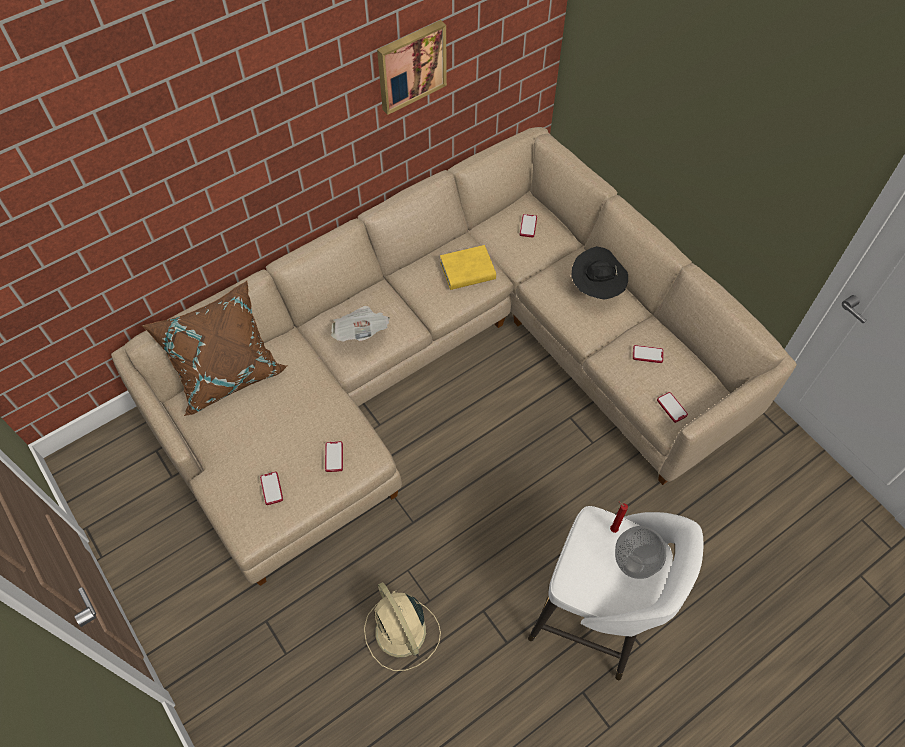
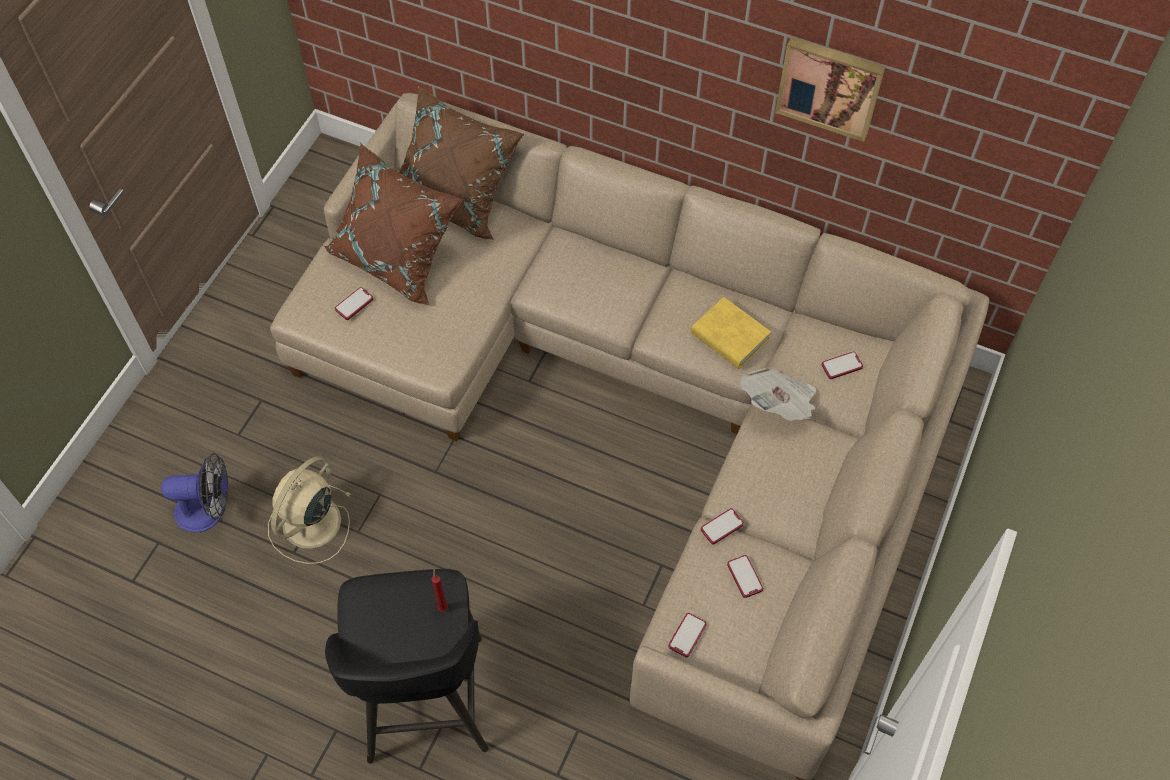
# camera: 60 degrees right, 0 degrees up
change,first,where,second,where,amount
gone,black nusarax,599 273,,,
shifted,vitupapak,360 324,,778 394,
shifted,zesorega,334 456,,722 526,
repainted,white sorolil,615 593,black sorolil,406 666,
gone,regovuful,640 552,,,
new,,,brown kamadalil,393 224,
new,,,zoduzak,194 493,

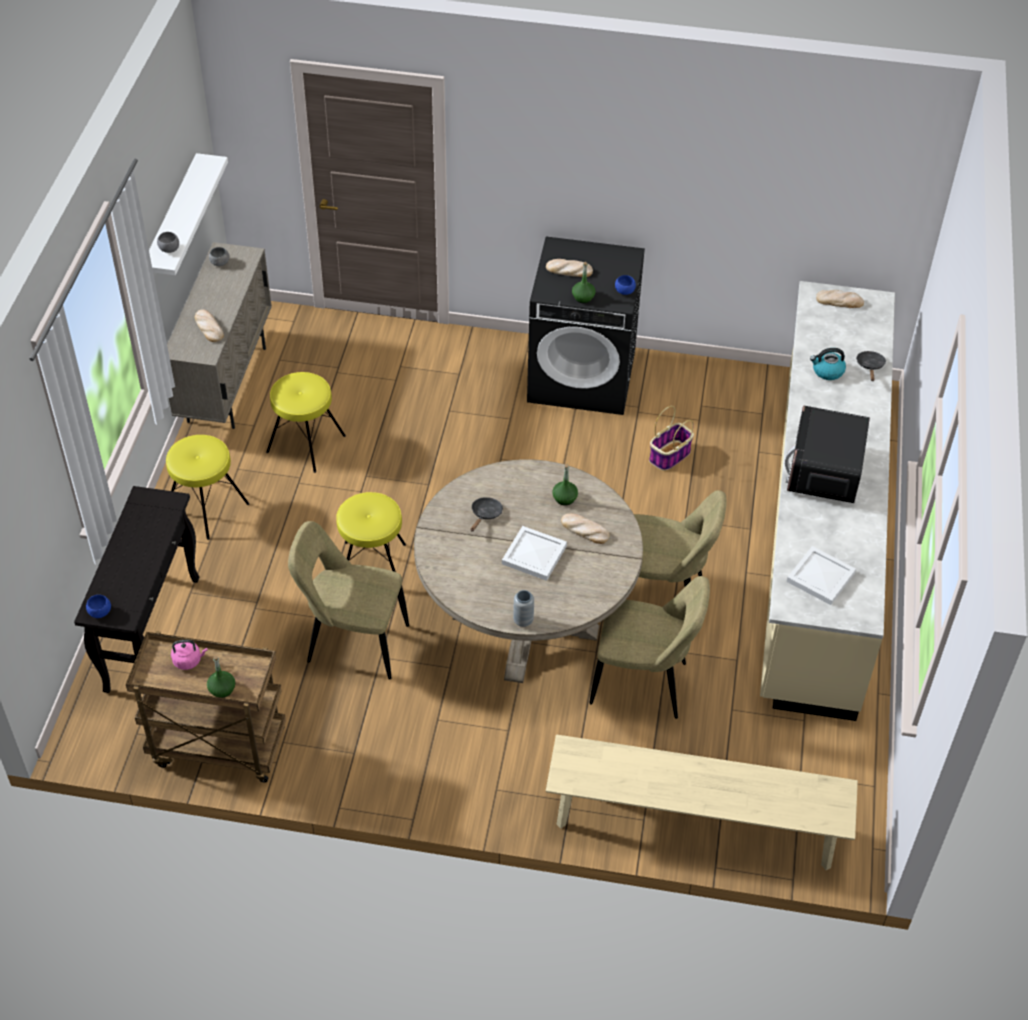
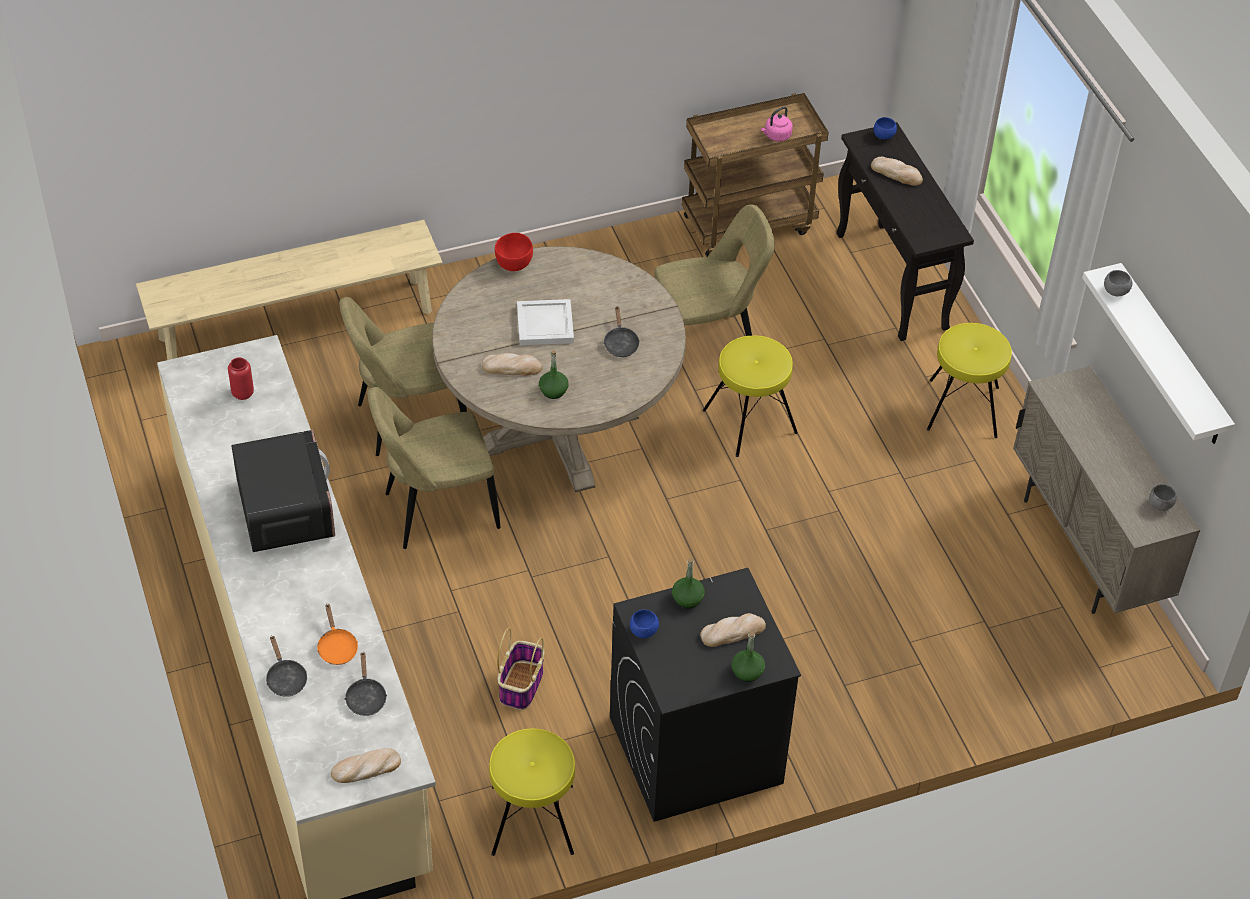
# camera: 150 degrees right, 0 degrees up
change,first,where,second,where,amount
shifted,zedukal,209 325,,897 171,
swapped,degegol,828 364,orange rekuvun,337 634,
shifted,yellow sorolil,306 422,,532 792,
swapped,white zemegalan,821 575,red regovuful,241 378,
swapped,grey regovuful,523 608,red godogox,514 252,
shifted,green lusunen,221 677,,748 657,
new,,,black rekuvun,366 683,

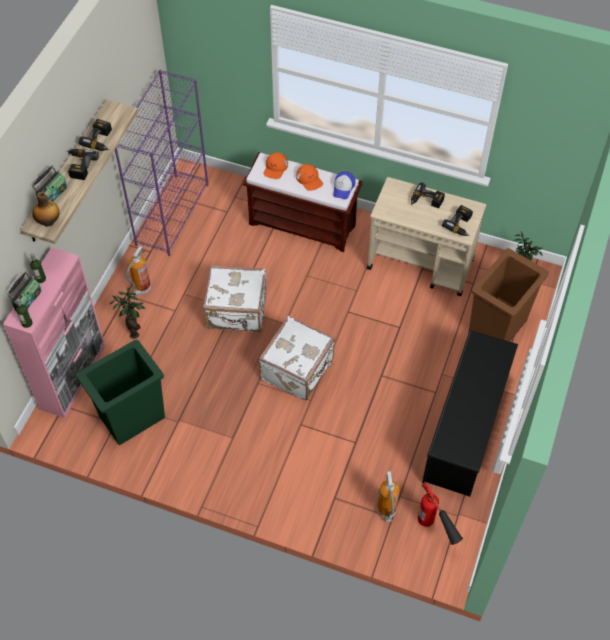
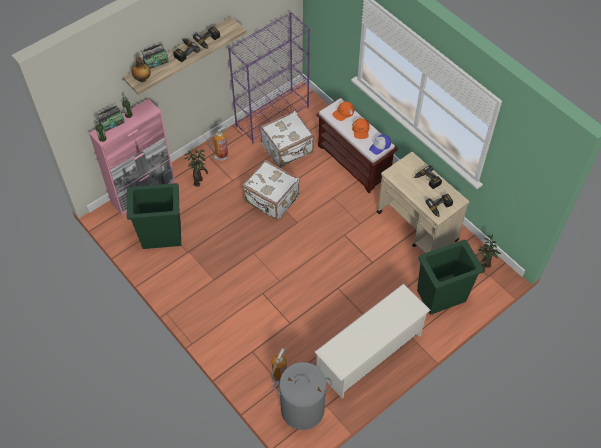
# camera: 30 degrees right, 0 degrees up
change,first,where,second,where,amount
repainted,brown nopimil,508 295,green nopimil,450 277,
shifted,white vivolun,297 358,,287 139,
repainted,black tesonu,470 413,white tesonu,372 341,
swapped,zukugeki,440 513,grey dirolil,303 396,

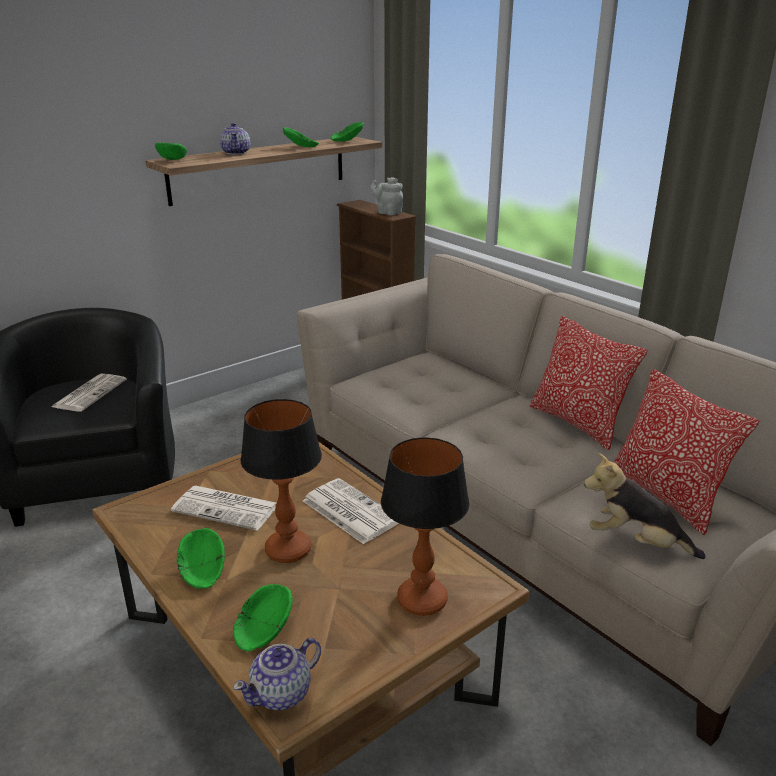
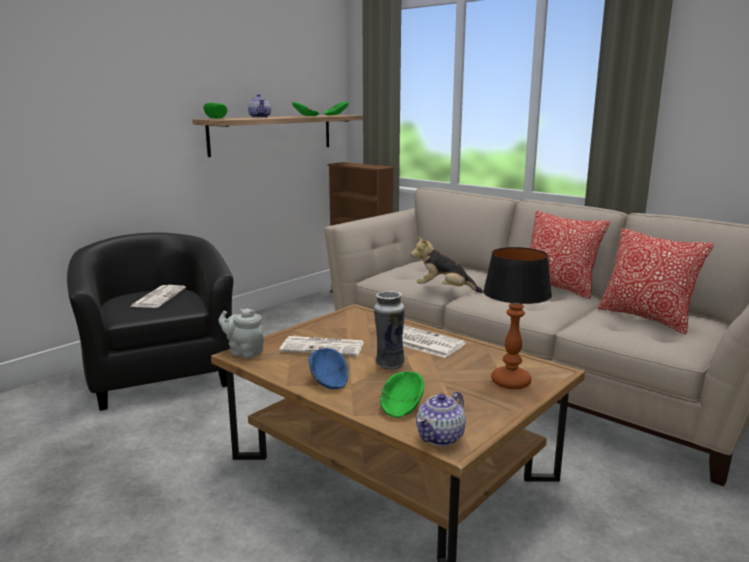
# camera: 10 degrees left, 10 degrees down
change,first,where,second,where,amount
shifted,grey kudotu,386 196,,241 333,
swapped,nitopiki,281 481,regovuful,389 330,
shifted,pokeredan,645 506,,447 264,
repainted,green godogox,201 558,blue godogox,328 368,

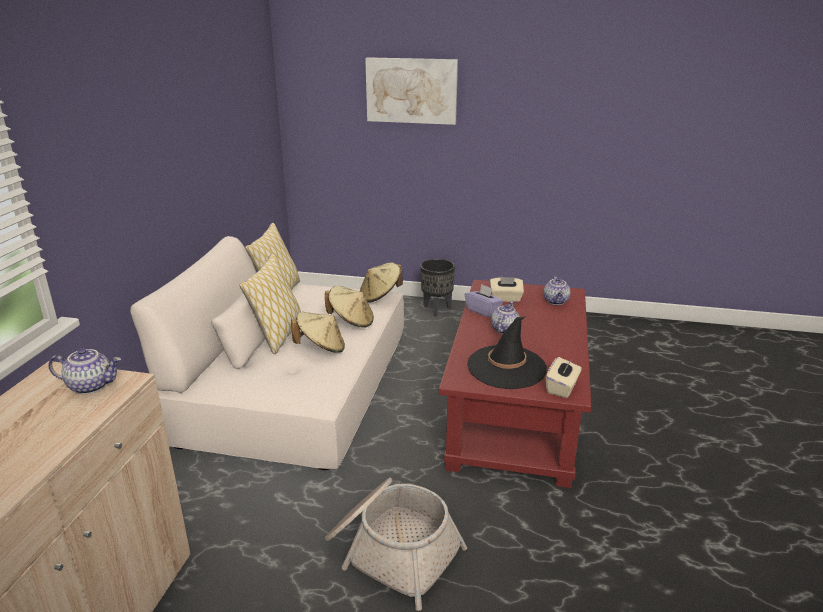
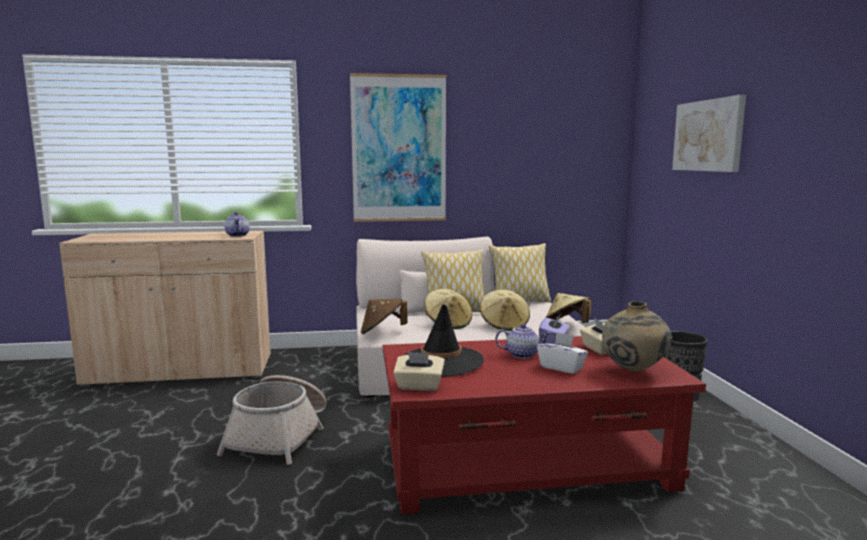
# camera: 70 degrees right, 15 degrees down
change,first,where,second,where,amount
swapped,kudotu,557 290,beige regovuful,637 336,
new,,,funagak,398 147,
new,,,brown nusarax,384 316,
new,,,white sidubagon,562 353,

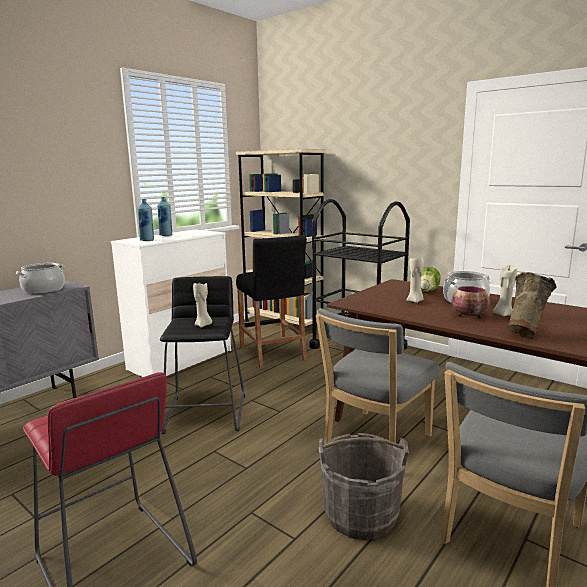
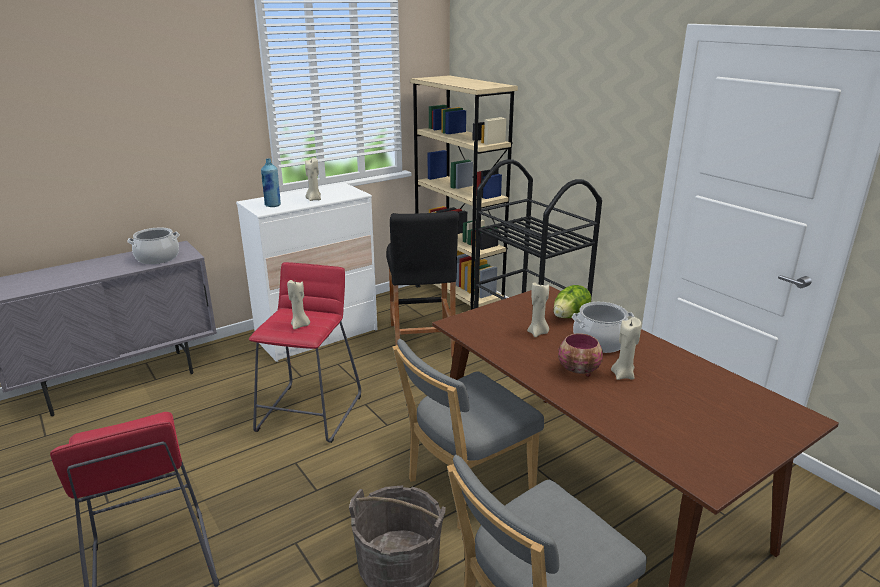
# camera: 15 degrees right, 10 degrees up
change,first,where,second,where,amount
gone,blue lusunen,164 216,,,
gone,beige regovuful,532 304,,,
repainted,black sorolil,202 355,red sorolil,305 352,
new,,,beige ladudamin,313 179,

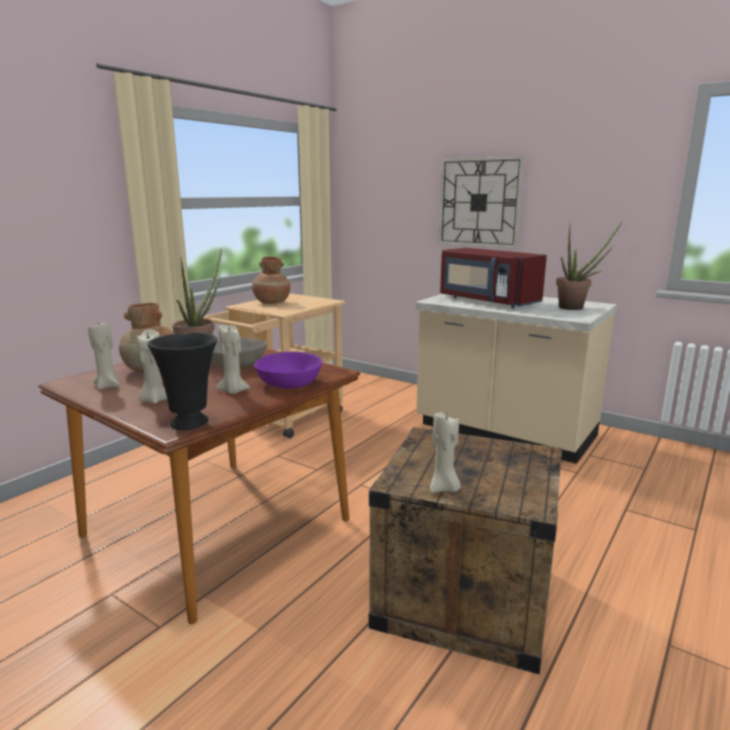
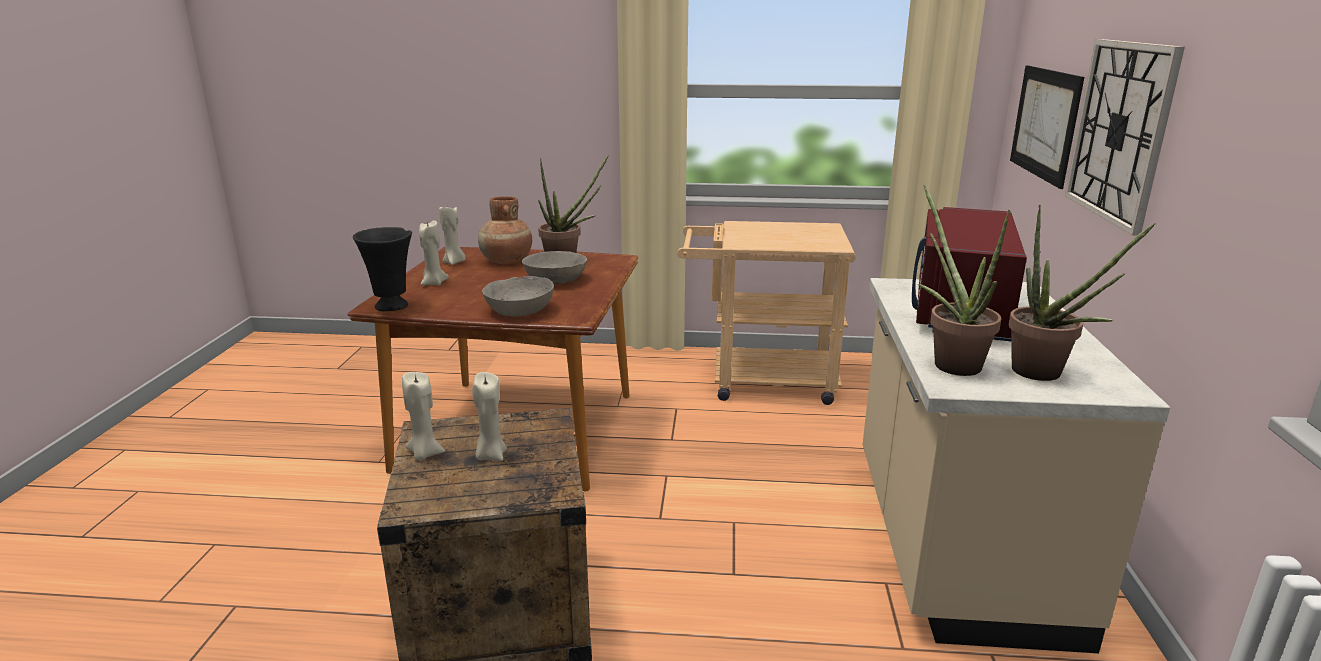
# camera: 60 degrees right, 5 degrees up
change,first,where,second,where,amount
gone,brown regovuful,271 280,,,
shifted,beige ladudamin,233 359,,489 416,
repainted,purple godogox,288 370,grey godogox,518 296,
new,,,funagak,1047 127,
new,,,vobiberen,964 280,

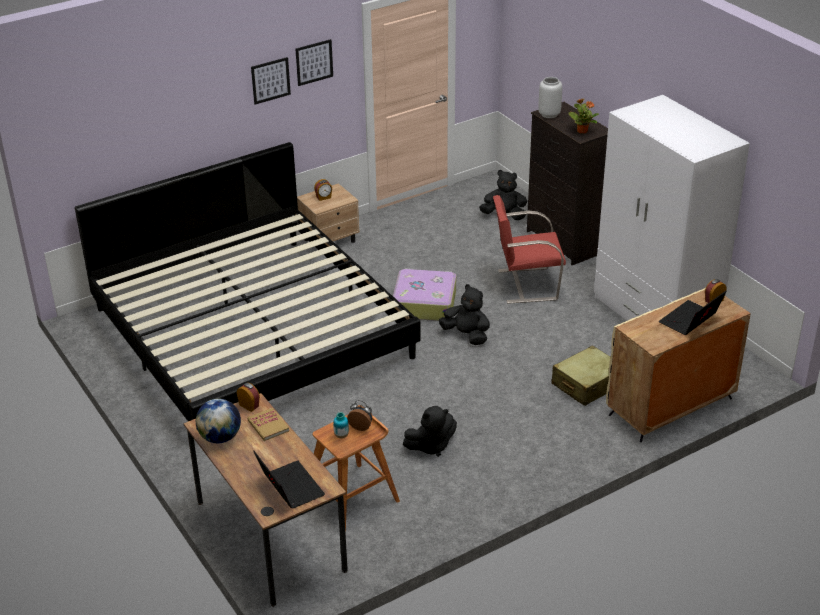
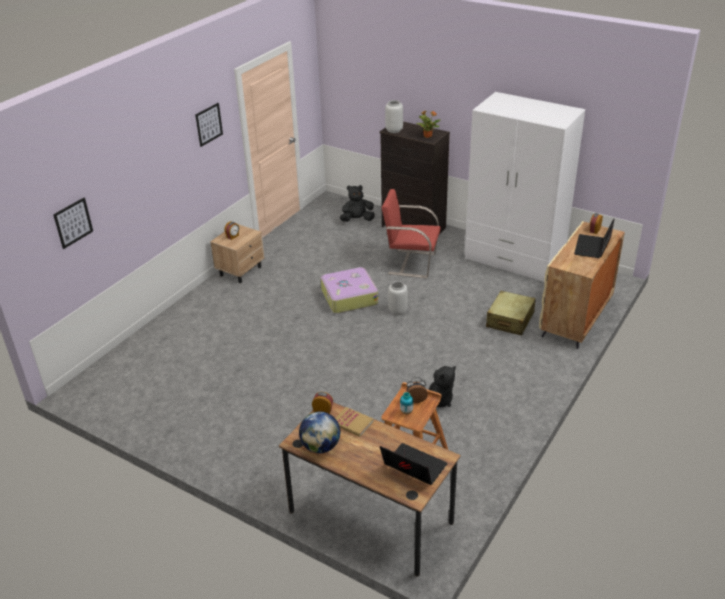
# camera: 25 degrees left, 0 degrees up
change,first,where,second,where,amount
shifted,funagak,271 80,,73 223,
gone,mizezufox,248 281,,,
rotated,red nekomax,529 249,,411 233,45 degrees clockwise
swapped,black pokeredan,464 314,grey regovuful,398 298,

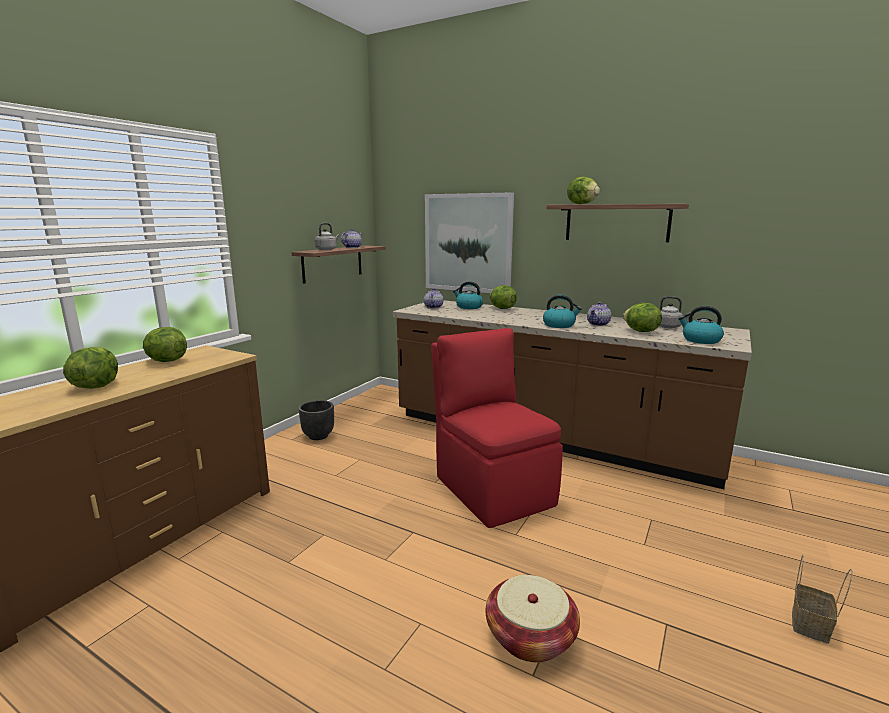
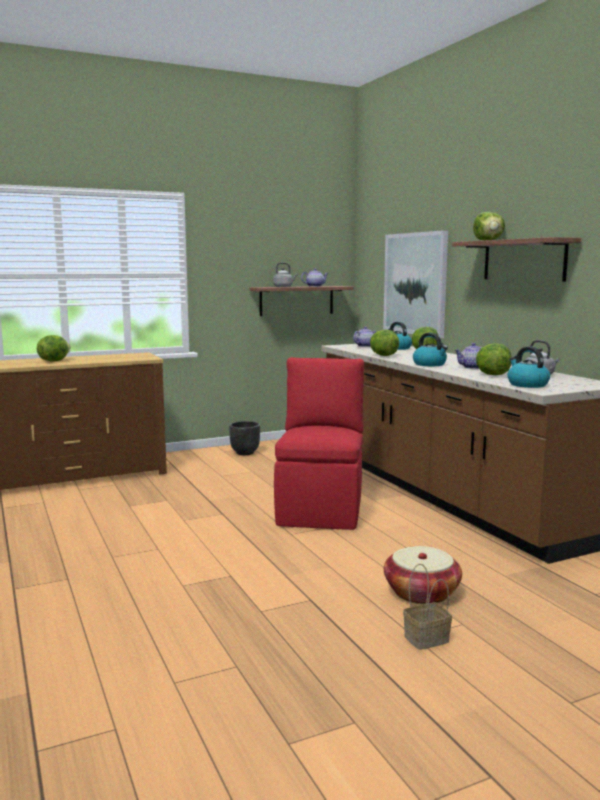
# camera: 35 degrees right, 5 degrees down
change,first,where,second,where,amount
shifted,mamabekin,165 344,,384 343,
shifted,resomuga,533 618,,423 575,

